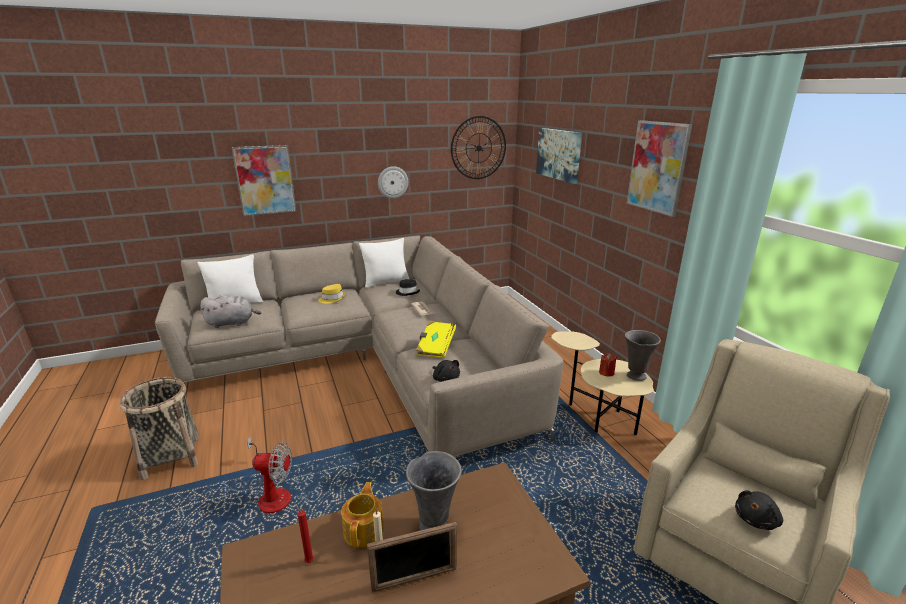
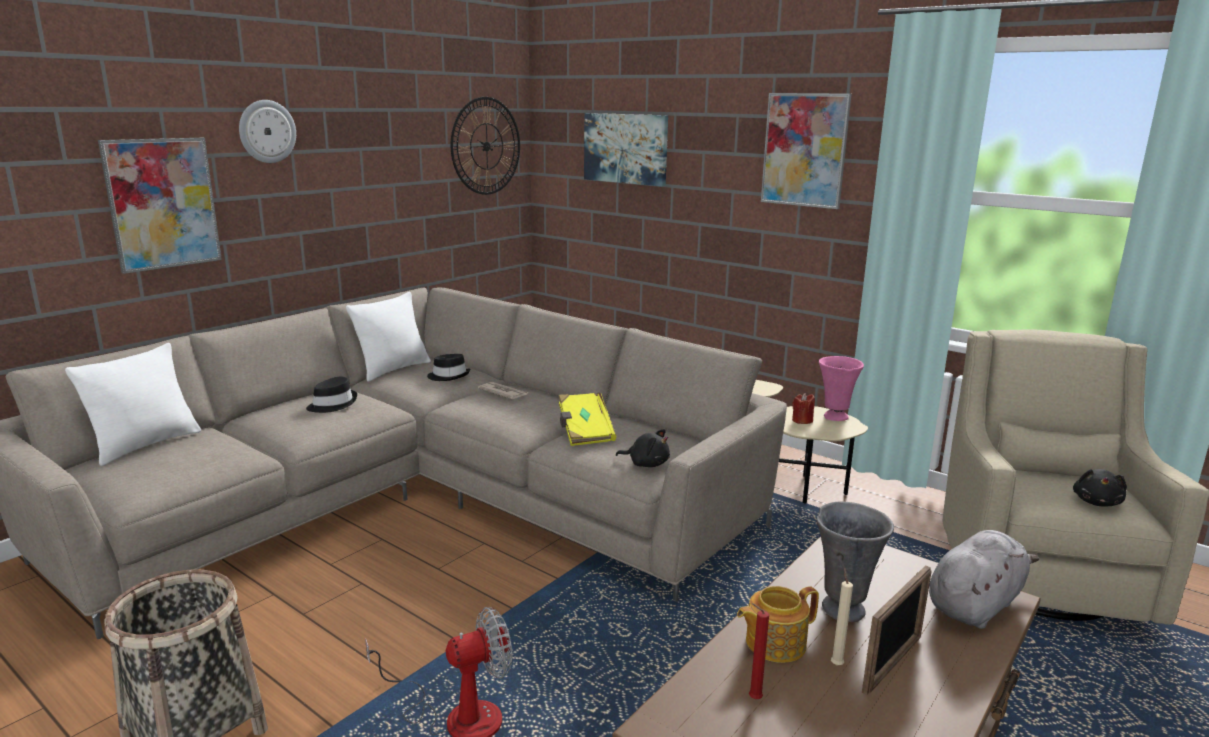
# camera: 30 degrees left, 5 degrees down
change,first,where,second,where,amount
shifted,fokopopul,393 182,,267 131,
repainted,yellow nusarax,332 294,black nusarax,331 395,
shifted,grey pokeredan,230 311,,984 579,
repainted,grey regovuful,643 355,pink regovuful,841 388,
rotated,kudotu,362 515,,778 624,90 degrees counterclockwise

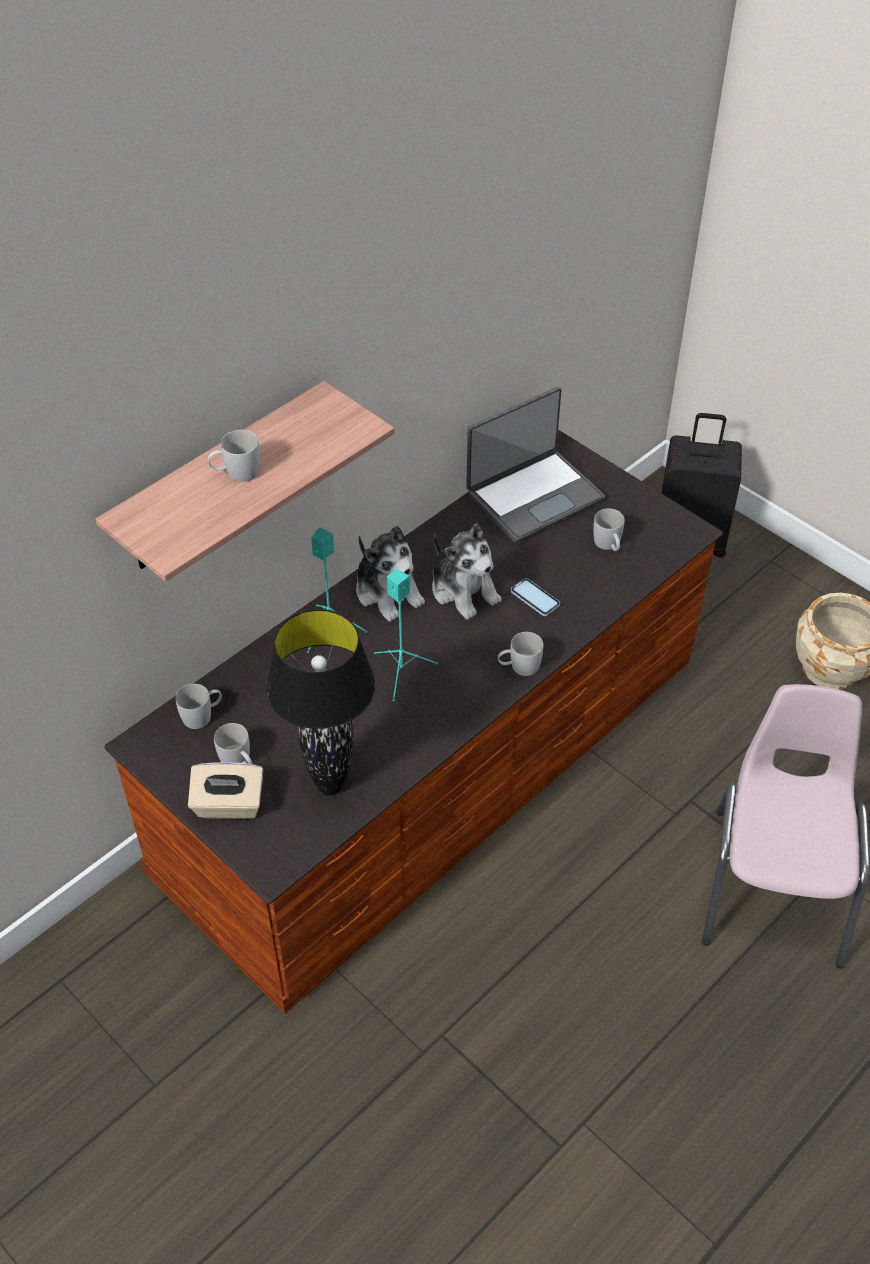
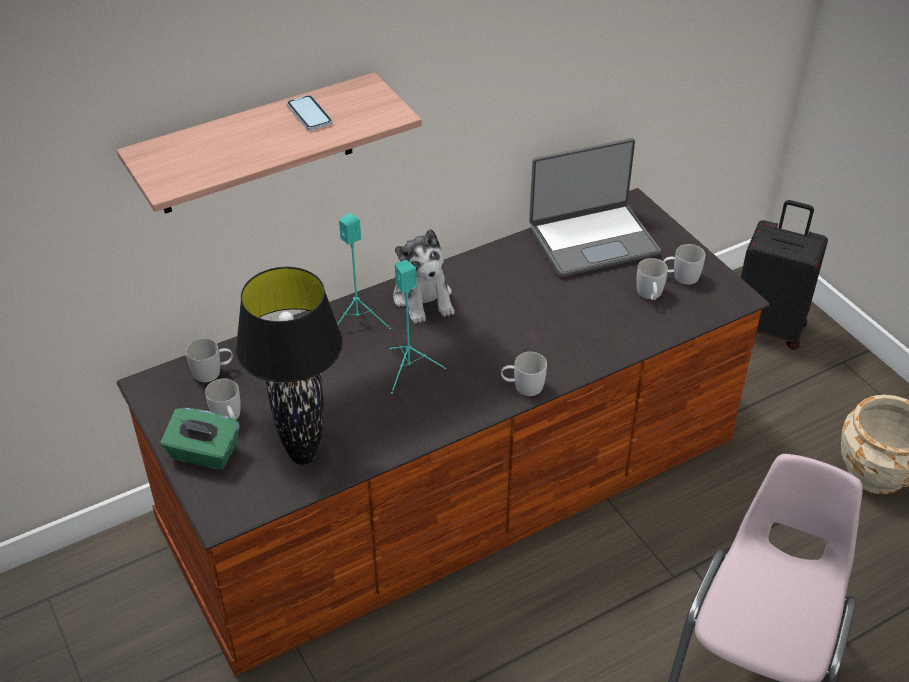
# camera: 15 degrees right, 5 degrees down
change,first,where,second,where,amount
shifted,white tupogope,234 456,,684 264,
gone,pokeredan,467 571,,,
shifted,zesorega,535 597,,309 112,
repainted,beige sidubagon,226 790,green sidubagon,200 439,

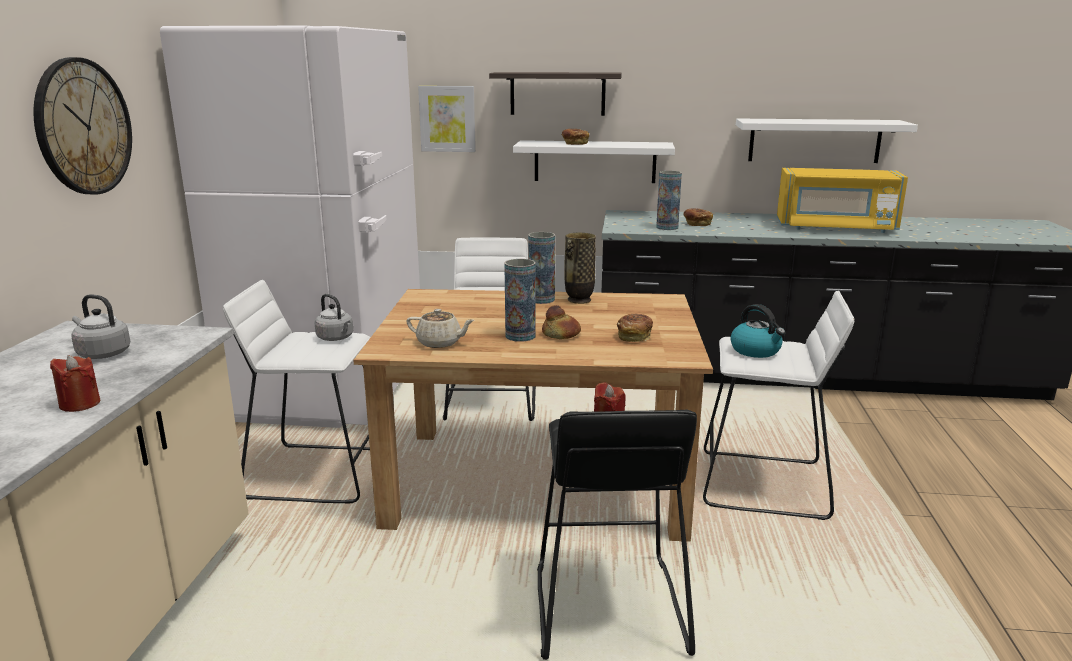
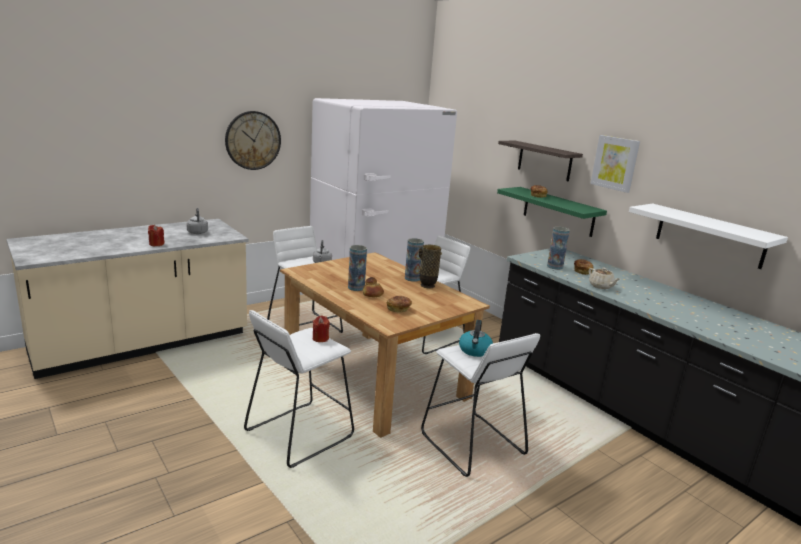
# camera: 45 degrees right, 0 degrees up
change,first,where,second,where,amount
shifted,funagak,447 119,,615 164,
repainted,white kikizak,594 161,green kikizak,552 212,
gone,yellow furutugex,842 200,,,
shifted,beige kudotu,440 328,,604 278,
repainted,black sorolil,617 535,white sorolil,299 389,

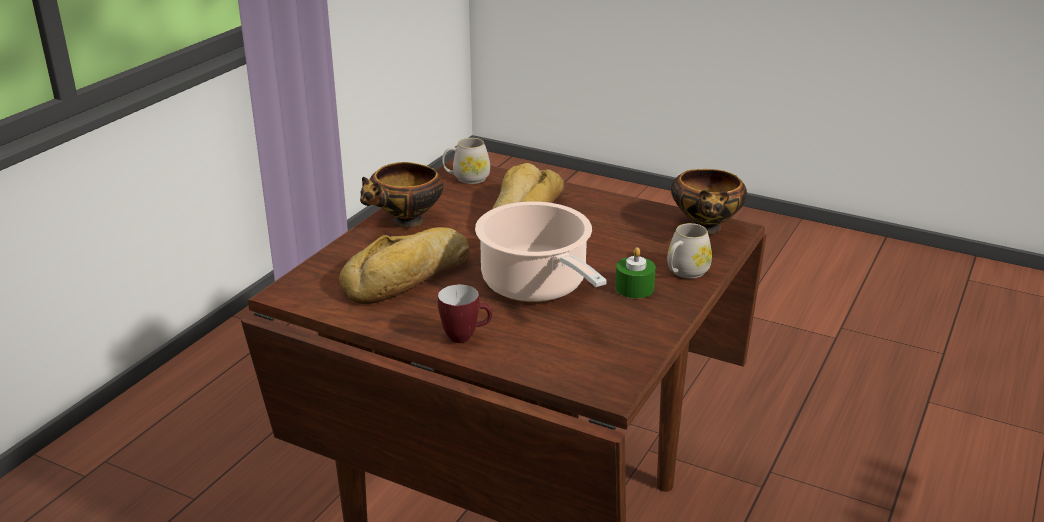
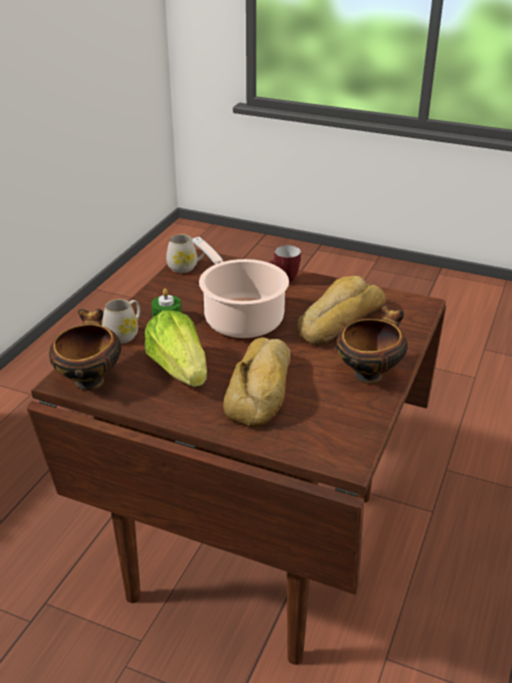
# camera: 175 degrees right, 5 degrees up
change,first,where,second,where,amount
shifted,white tupogope,466 161,,185 253,
new,,,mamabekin,176 348,

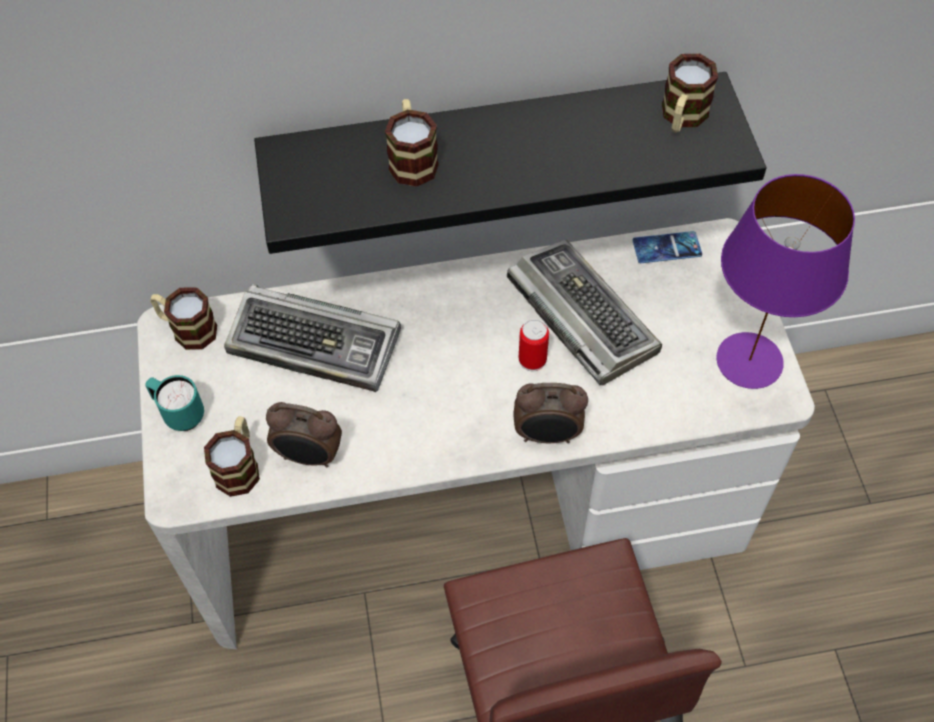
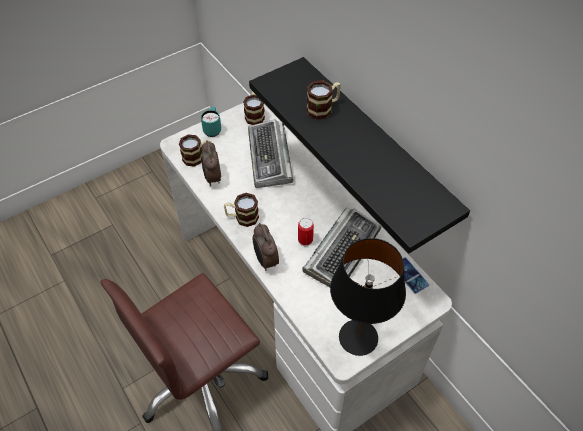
# camera: 65 degrees right, 5 degrees down
change,first,where,second,where,amount
shifted,tupogope,690 93,,241 210,
repainted,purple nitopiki,785 281,black nitopiki,368 297,

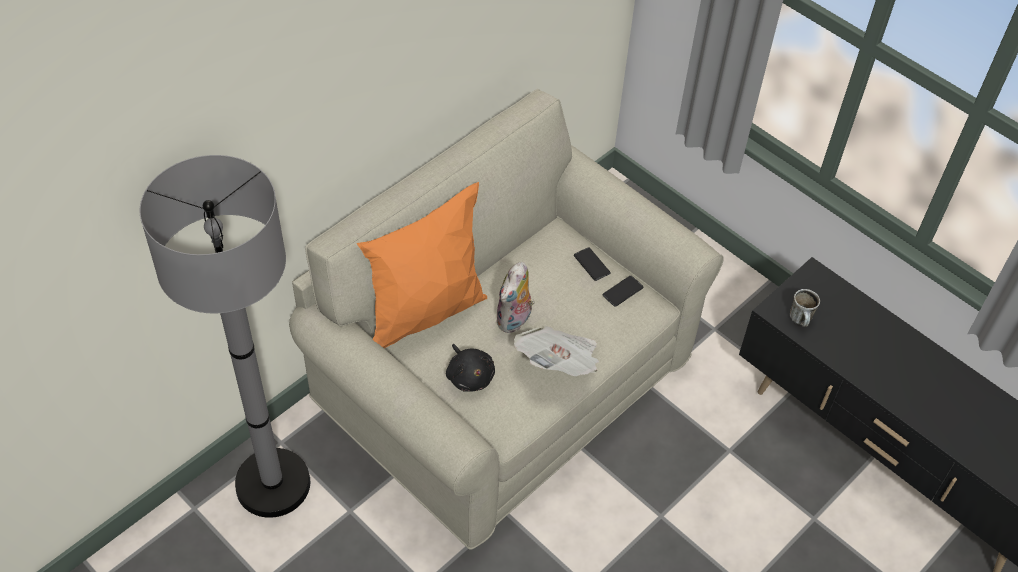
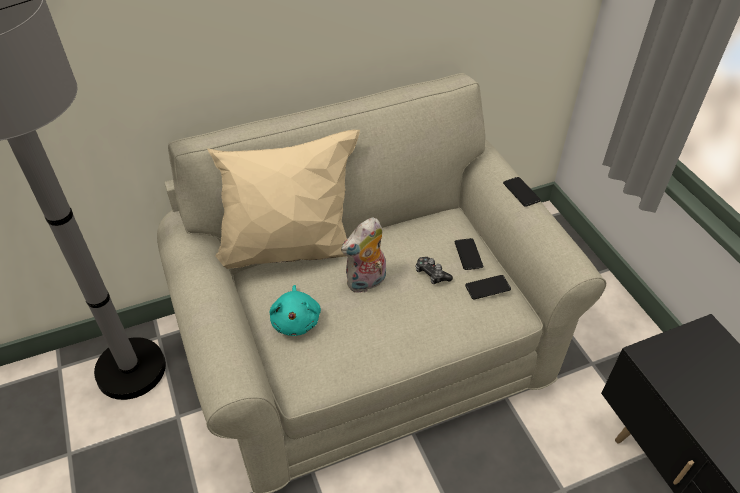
# camera: 25 degrees right, 5 degrees down
change,first,where,second,where,amount
repainted,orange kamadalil,421 265,beige kamadalil,283 199,
gone,tupogope,805 308,,,
gone,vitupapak,556 351,,,
repainted,black pokeredan,470 368,turquoise pokeredan,295 310,
new,,,zesorega,522 192,
new,,,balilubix,434 270,

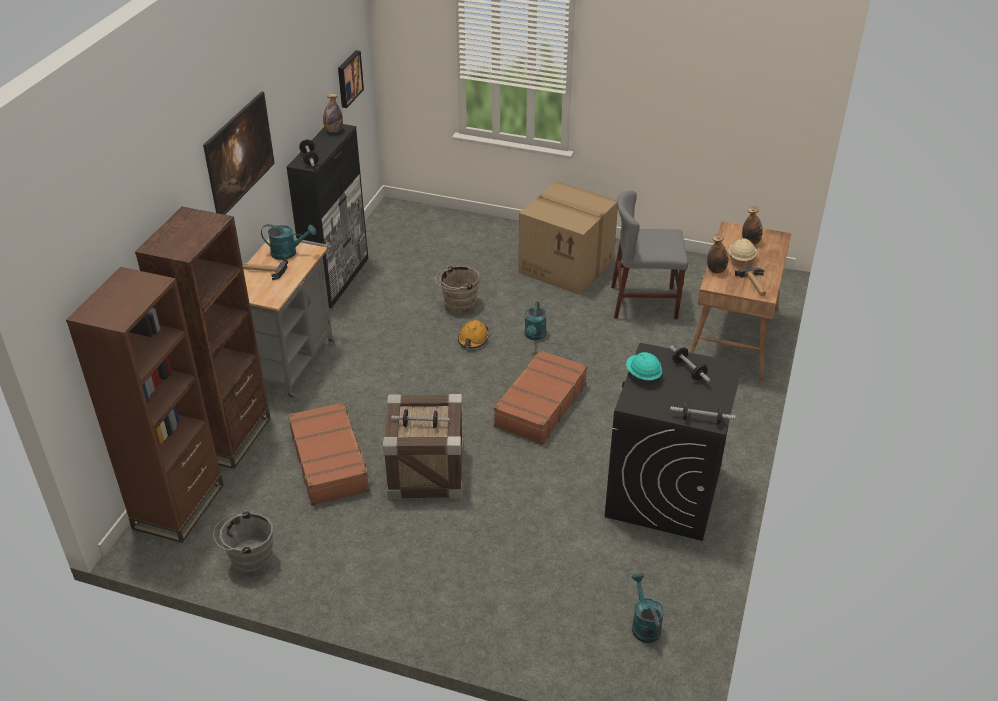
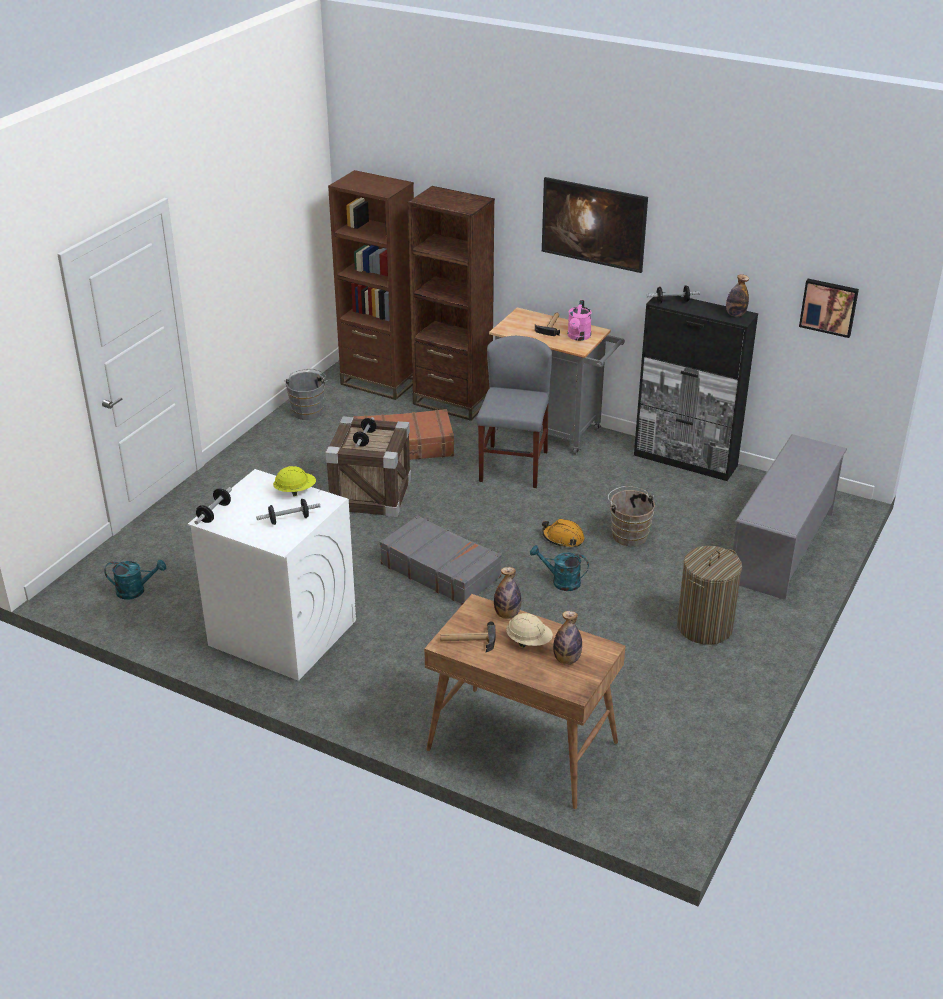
# camera: 100 degrees right, 5 degrees down
change,first,where,second,where,amount
swapped,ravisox,568 238,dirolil,709 595,
shifted,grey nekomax,649 255,,514 412,
repainted,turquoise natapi,288 242,pink natapi,580 320,
repainted,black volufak,674 442,white volufak,272 575,
repainted,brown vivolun,540 397,grey vivolun,441 560,
repainted,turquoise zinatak,644 366,yellow zinatak,294 481,
new,,,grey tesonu,790 517,

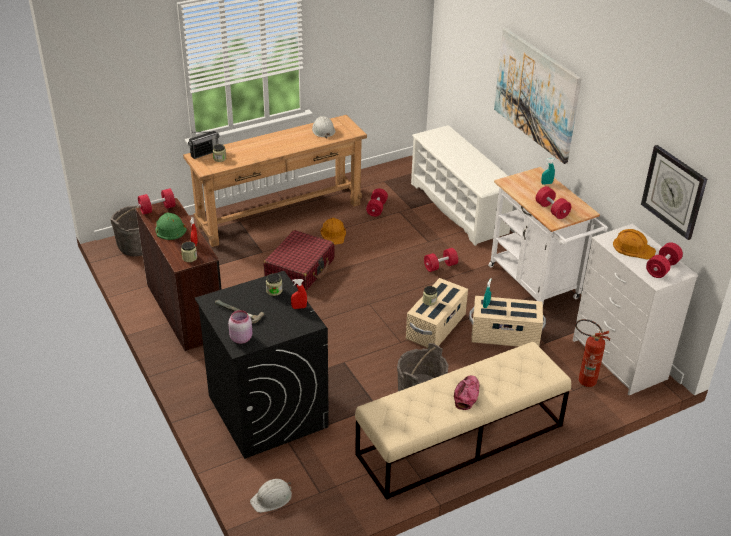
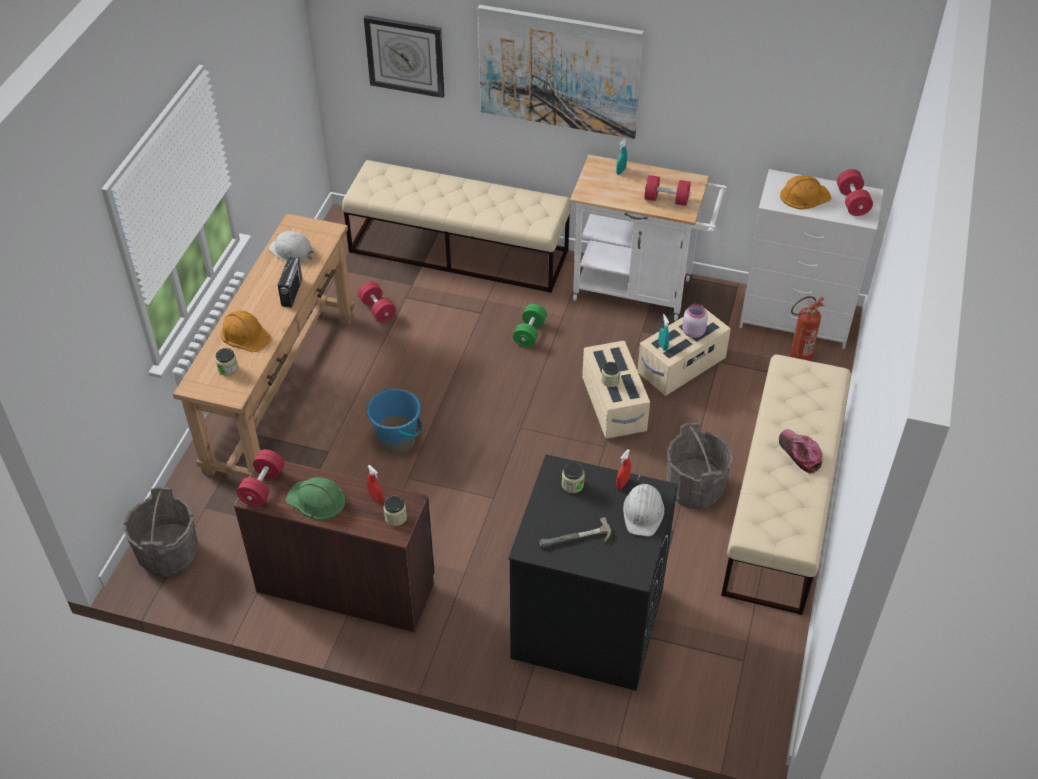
# camera: 45 degrees left, 10 degrees up
change,first,where,second,where,amount
swapped,white tesonu,462 185,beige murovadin,456 226,
shifted,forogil,204 145,,290 282,
shifted,fokopopul,674 192,,404 56,
shifted,orange zinatak,333 231,,246 331,
swapped,red vivolun,299 260,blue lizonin,394 421,
repainted,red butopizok,441 260,green butopizok,530 325,
shifted,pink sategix,240 327,,695 321,
shifted,white zinatak,271 496,,643 509,

